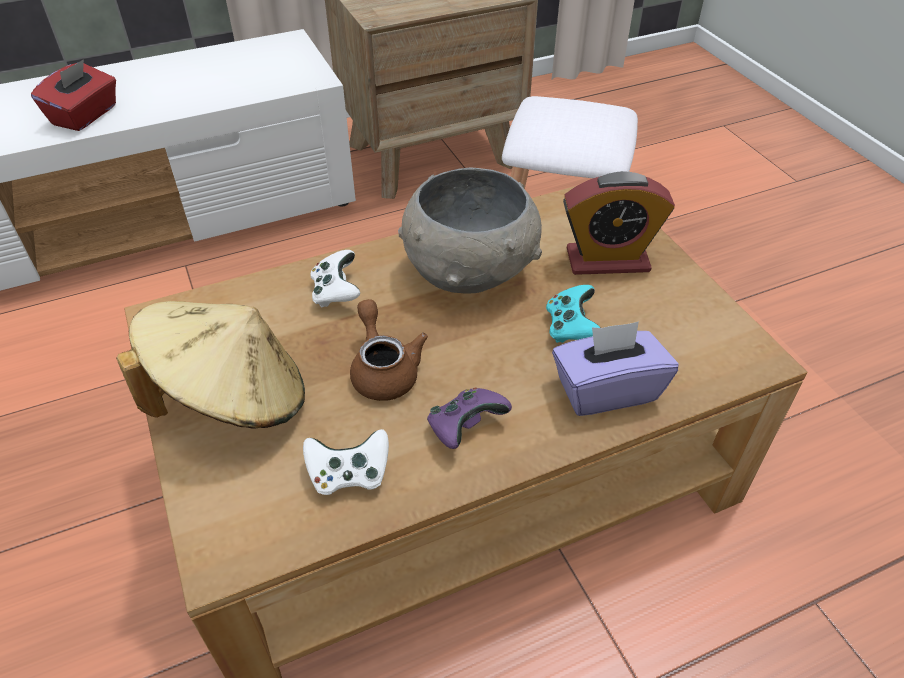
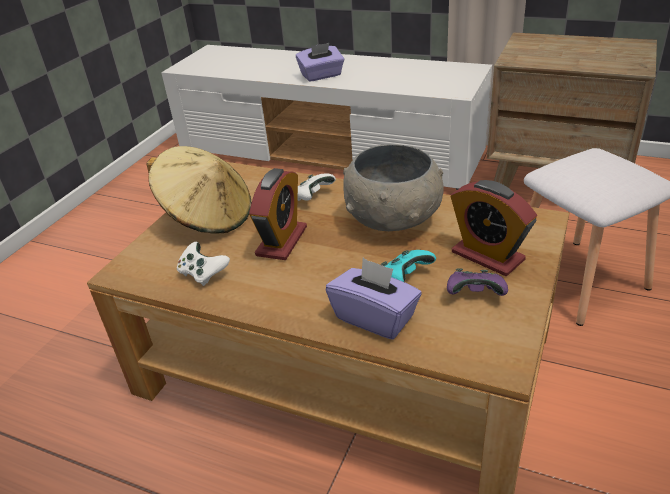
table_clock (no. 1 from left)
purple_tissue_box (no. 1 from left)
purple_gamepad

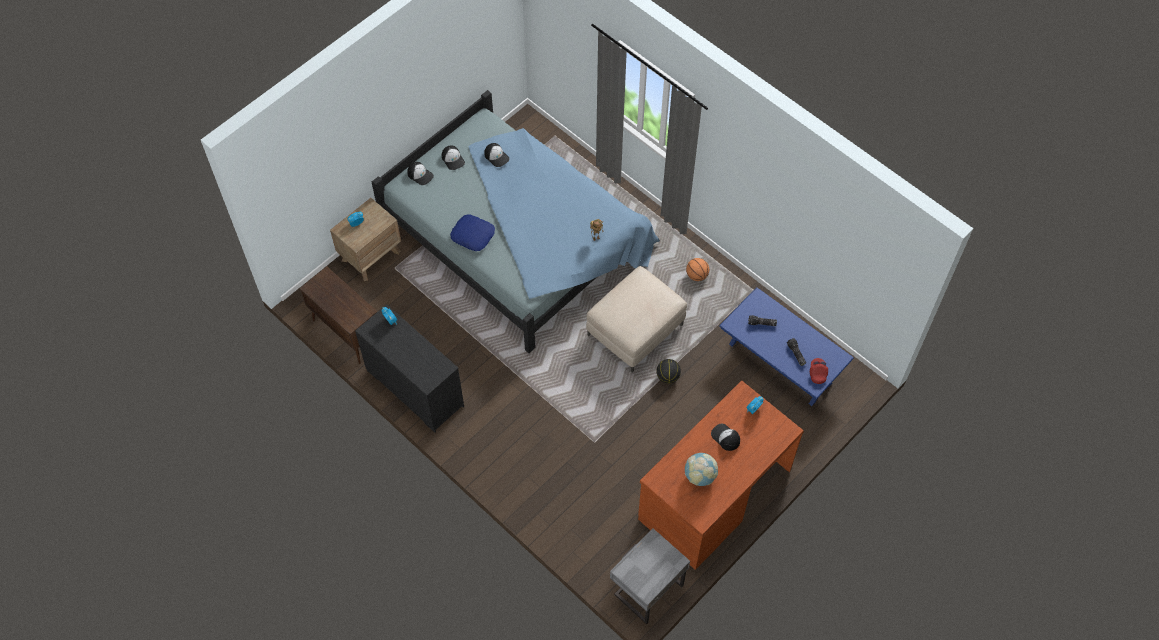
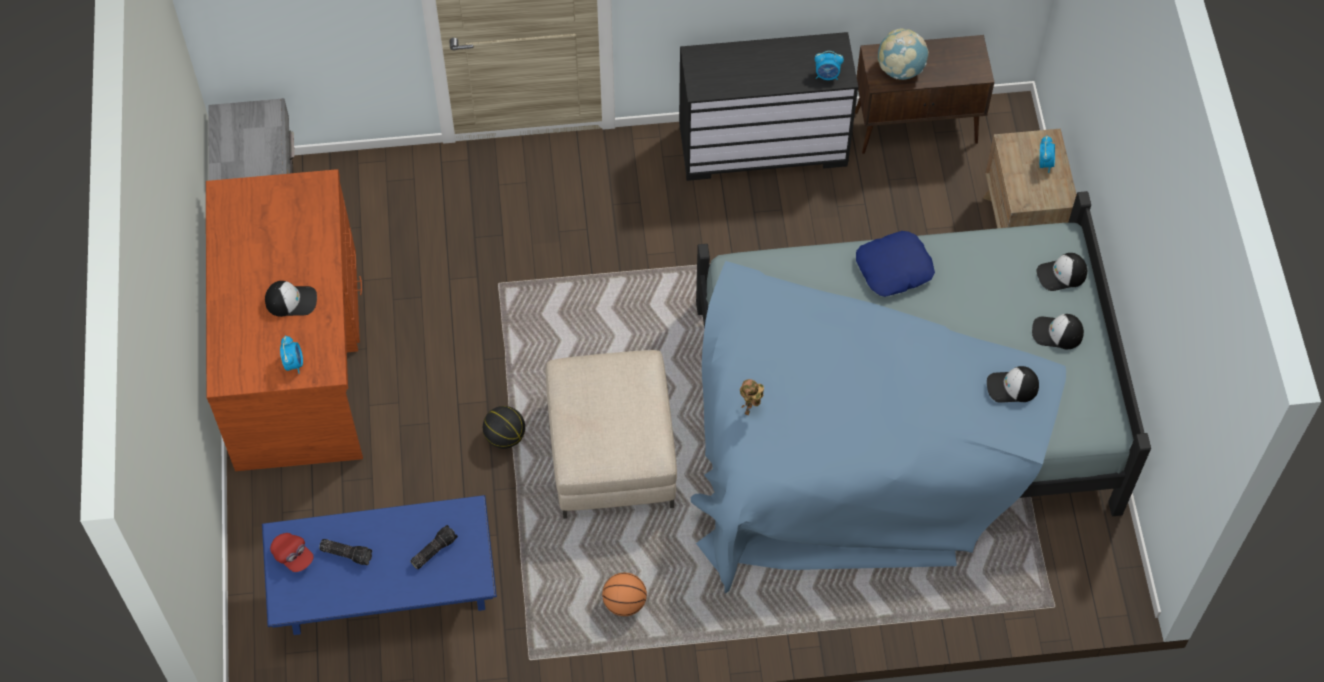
globe

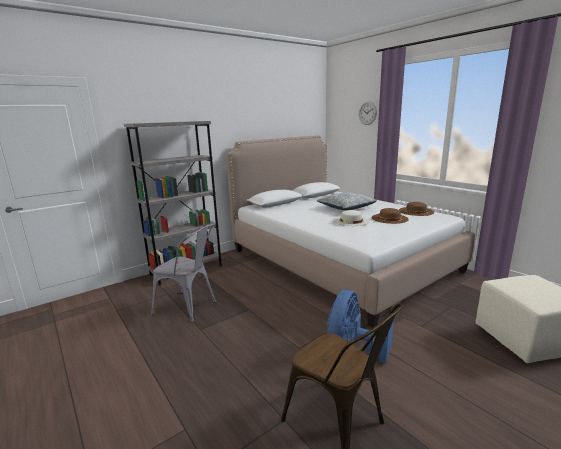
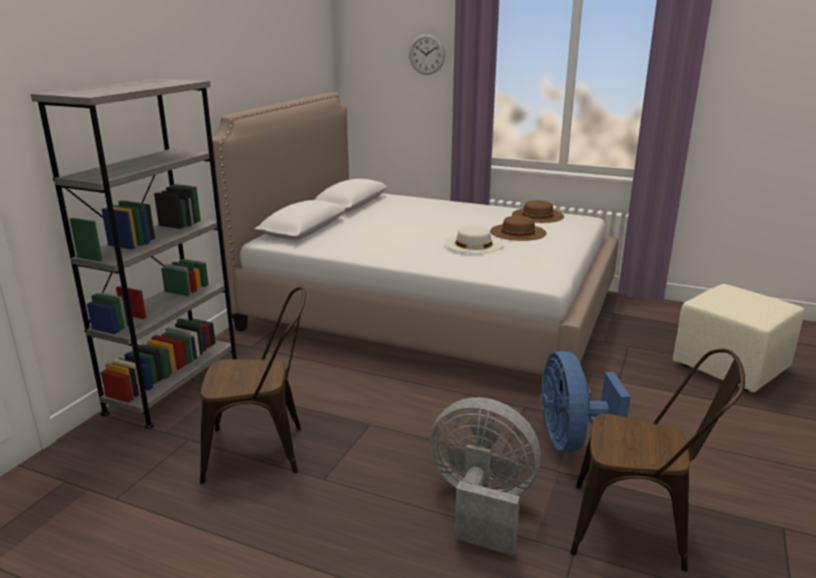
brown_chair (no. 1 from left)
grey_cooling_fan
pillow

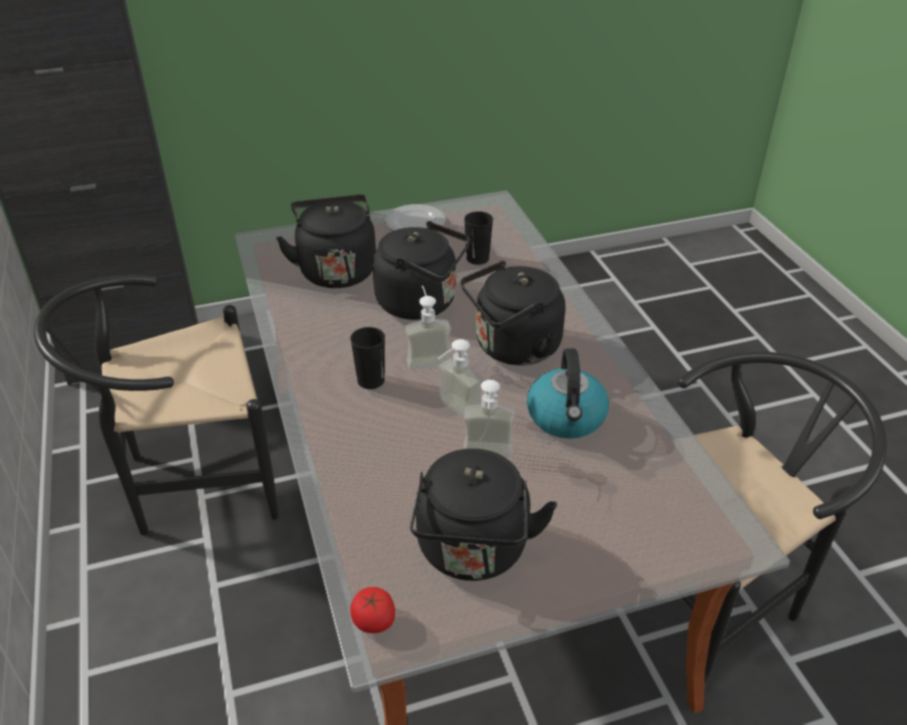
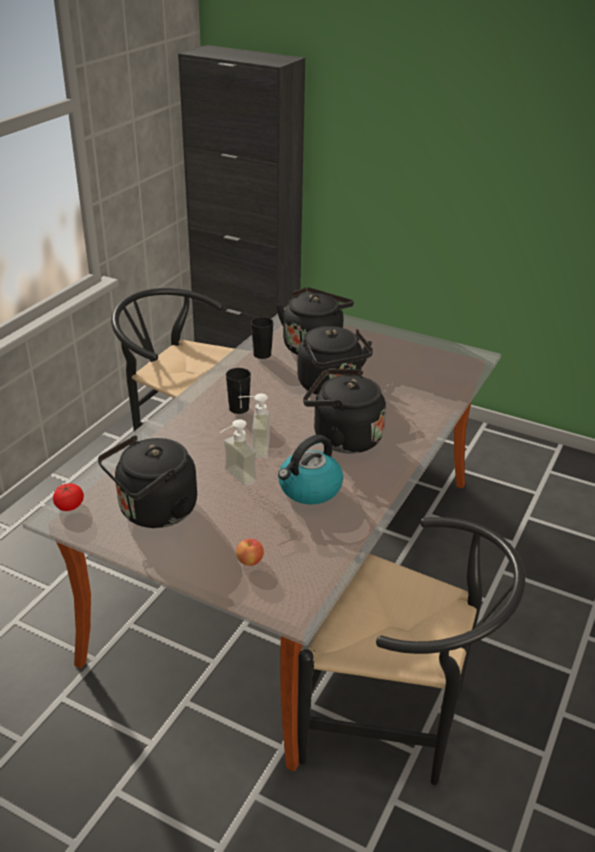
whole_apple
black-coloured_drinking_cup (no. 2 from left)
flat_dish
soap_bottle (no. 1 from left in the first image)

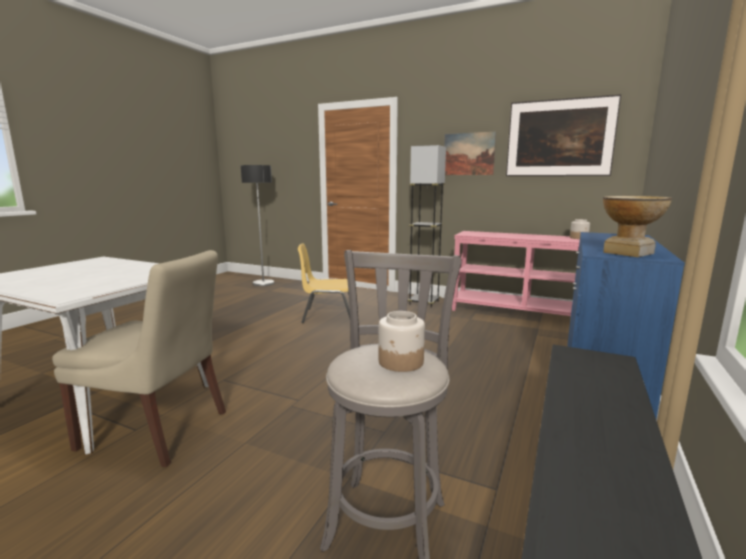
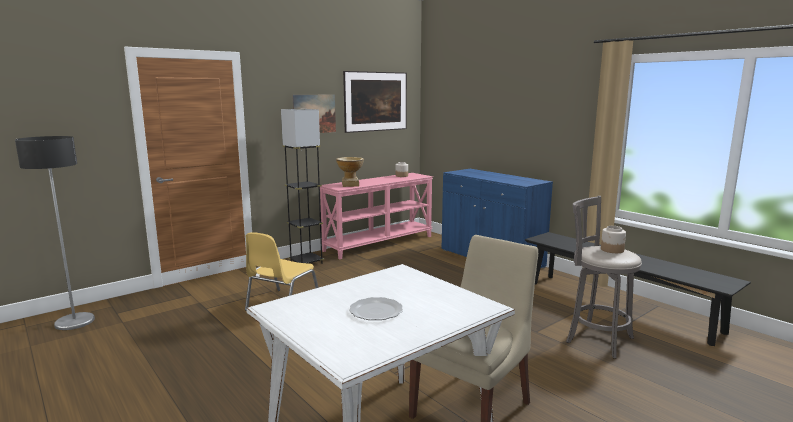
vase
flat_dish

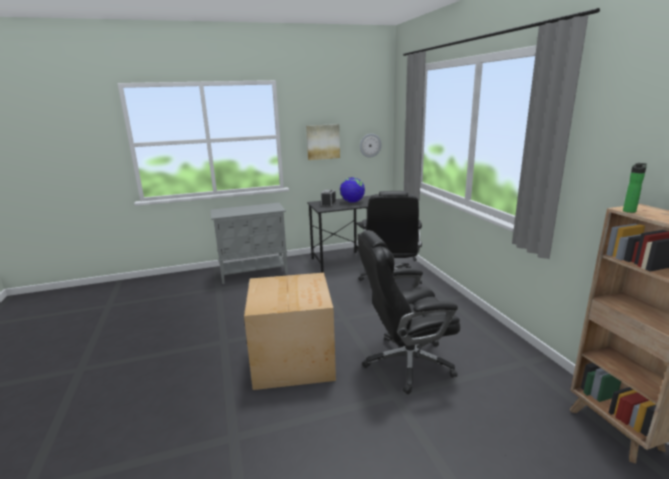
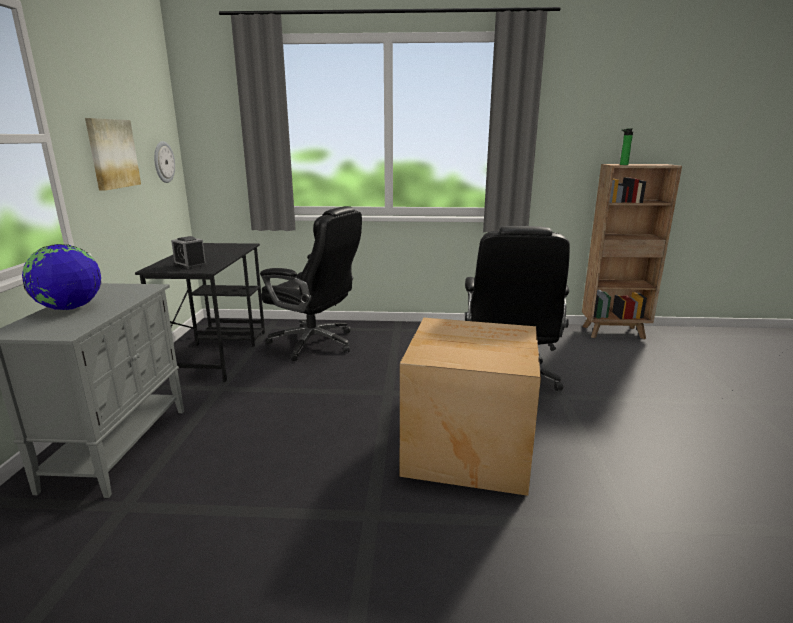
globe

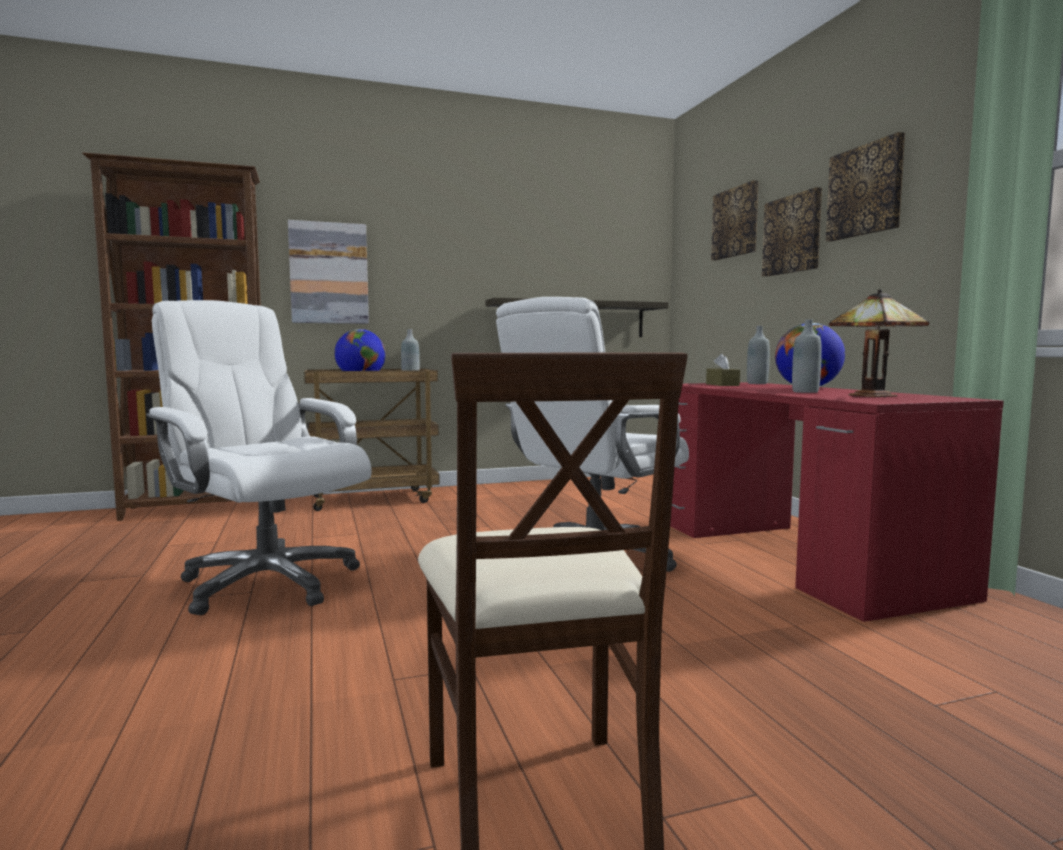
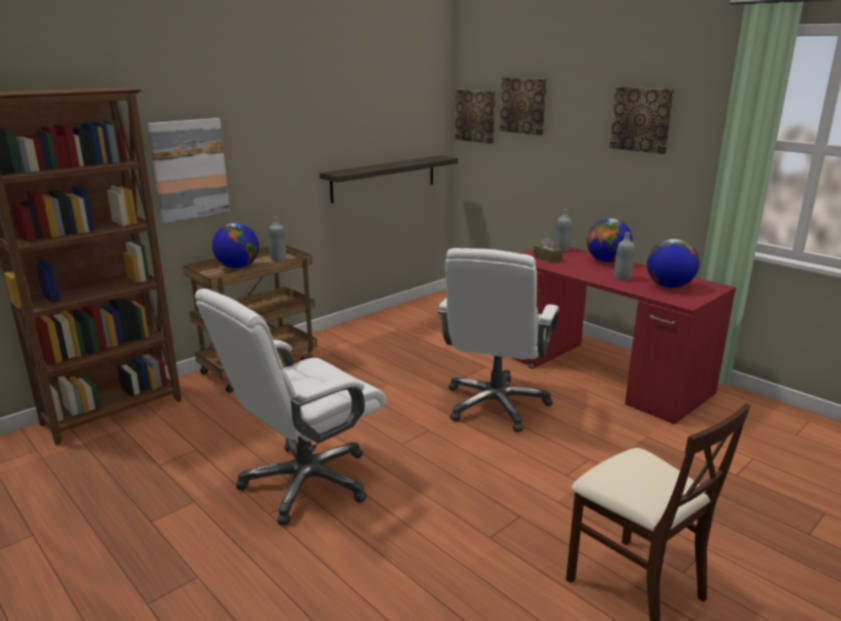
white_computer_chair (no. 1 from left)
picture (no. 2 from left)
globe (no. 3 from left)

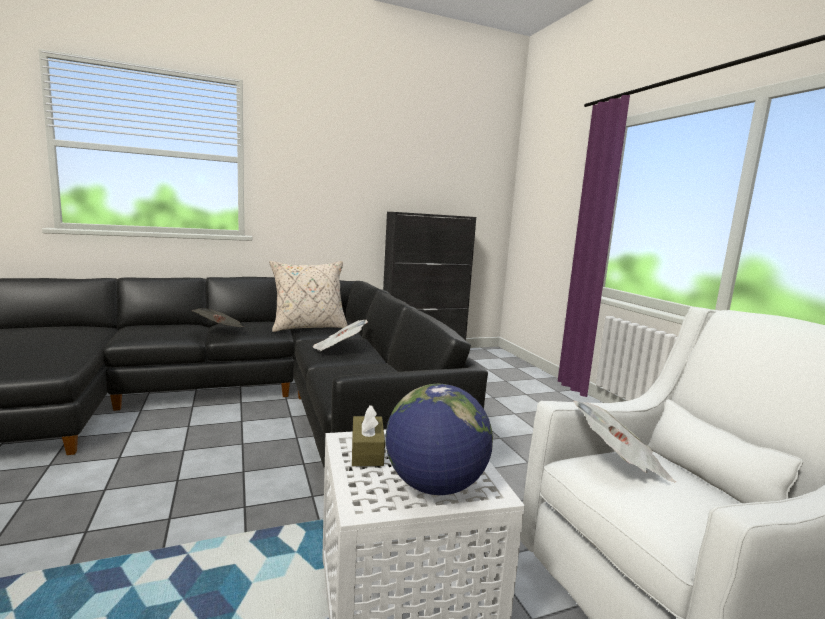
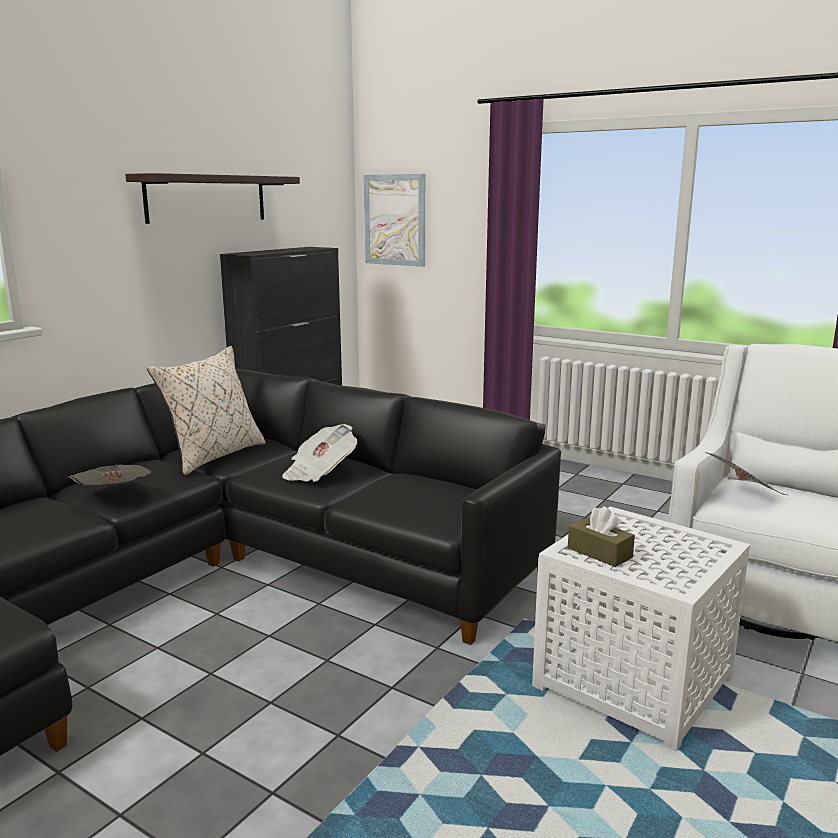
shelf
picture
globe

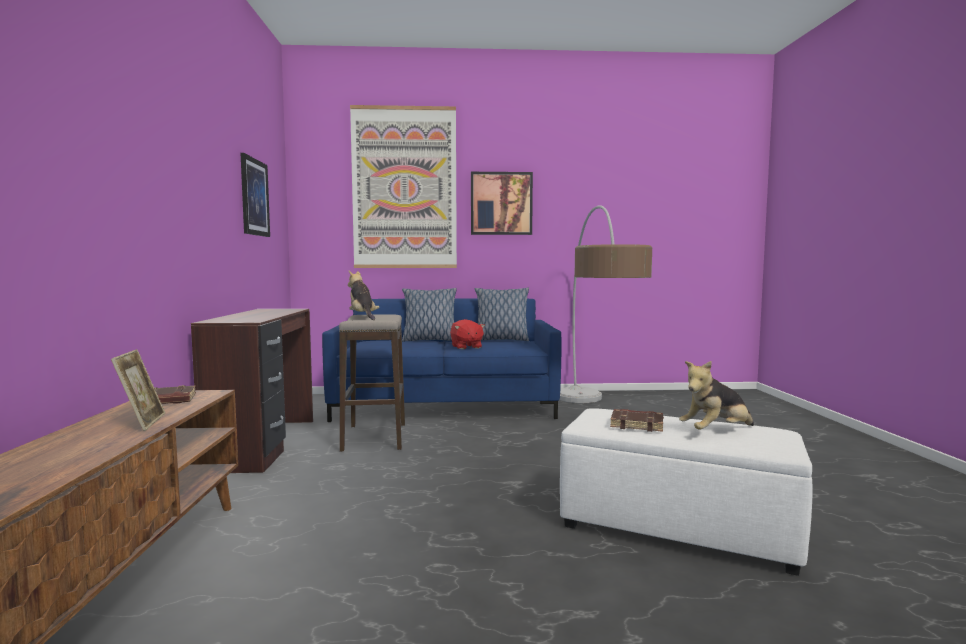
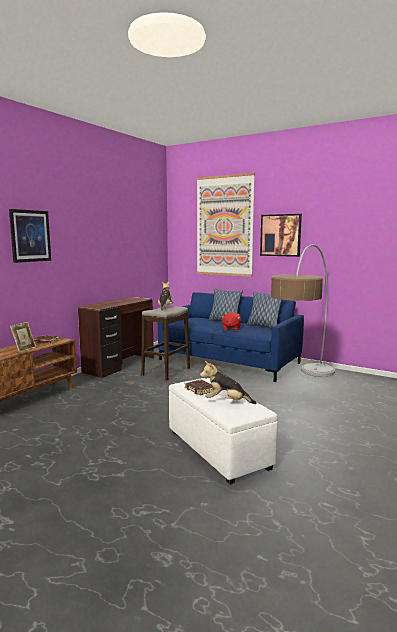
picture (no. 1 from left)

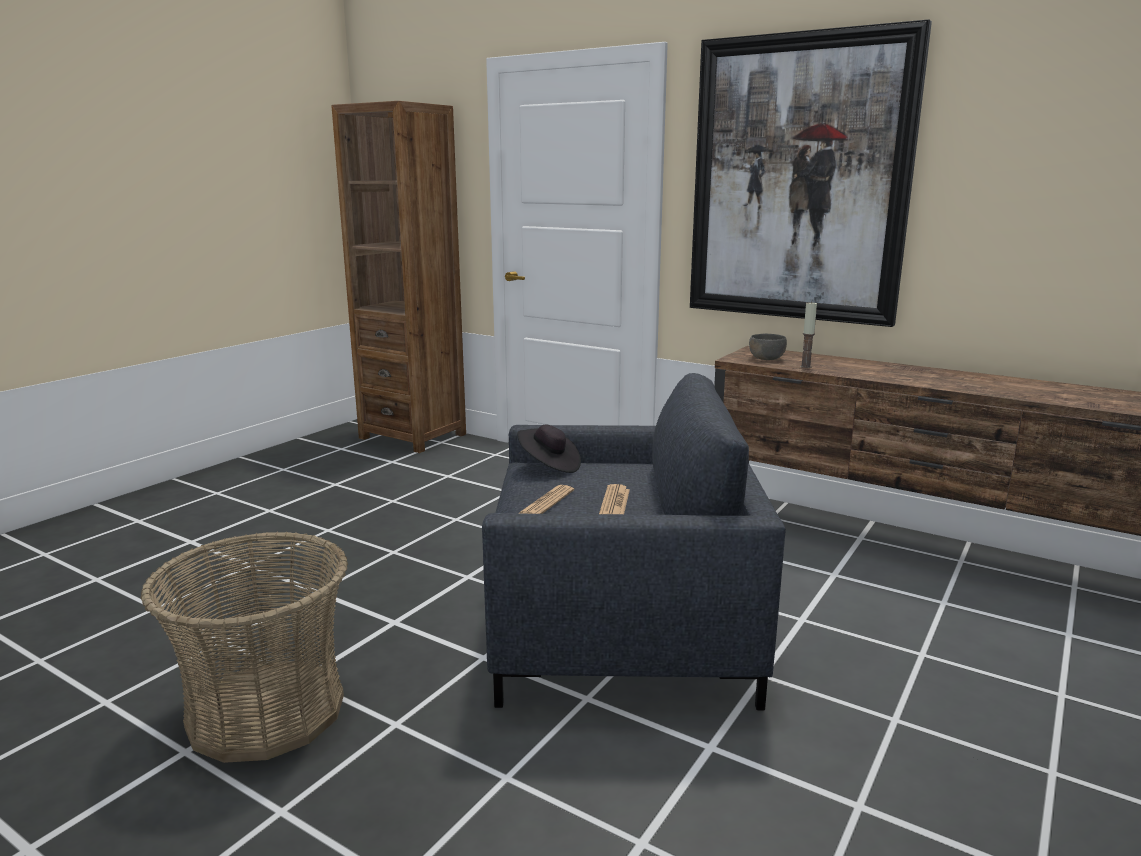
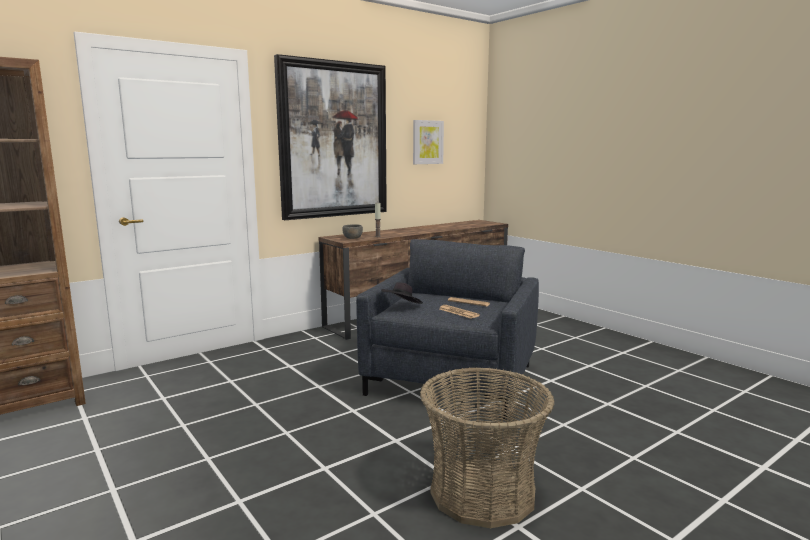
picture (no. 2 from left)

